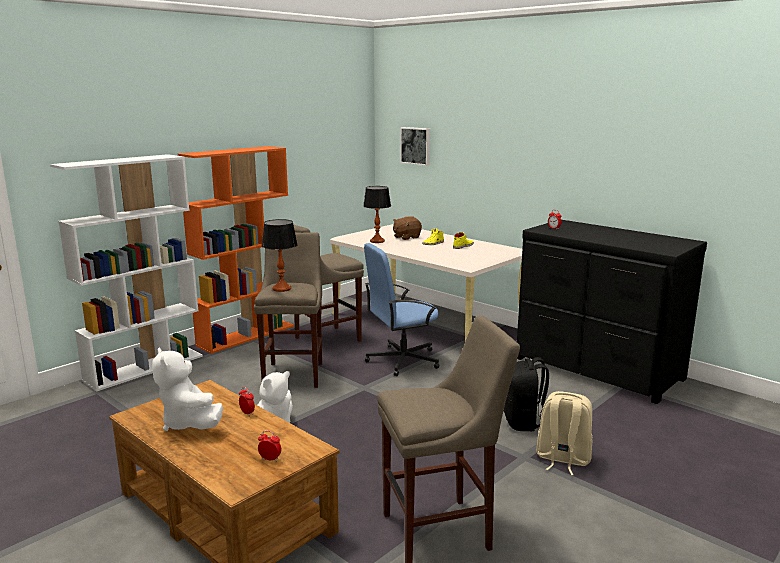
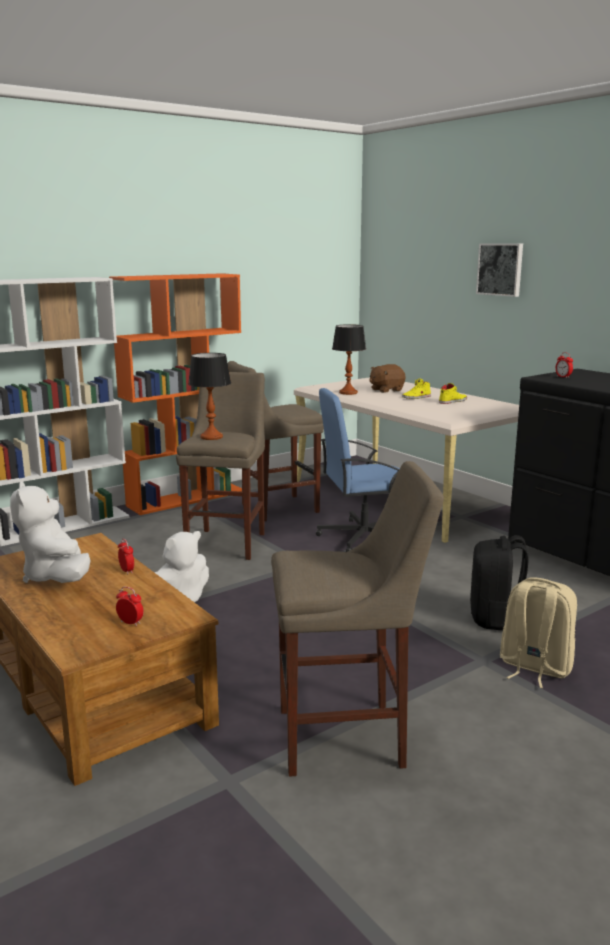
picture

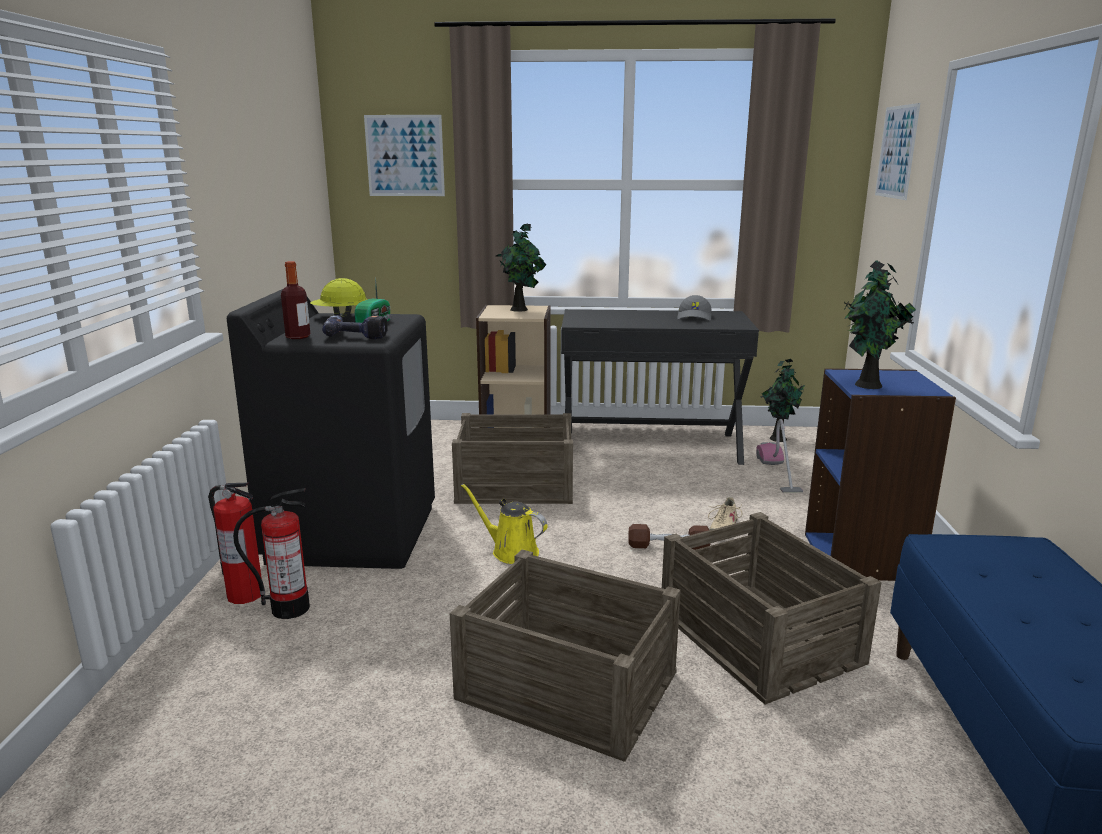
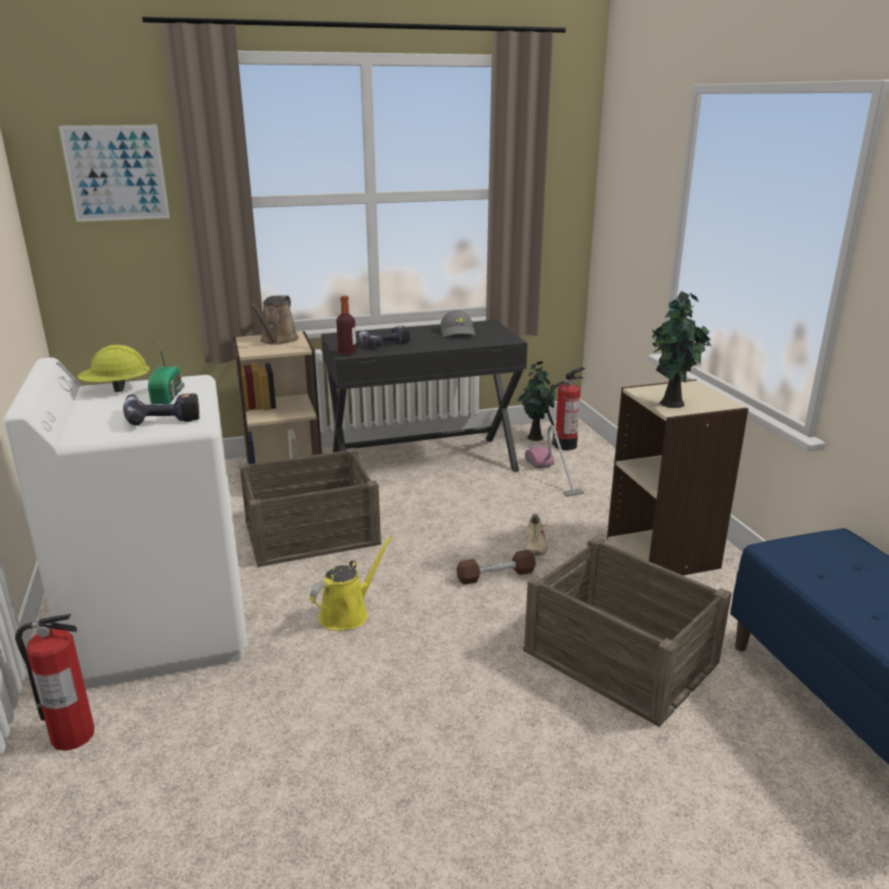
white_laundry_appliance
brown_watering_pot
yellow_watering_pot
drink_bottle
electric_drill (no. 2 from left)
fire_extinguisher (no. 2 from left)
beige_bookcase (no. 2 from left)
crate (no. 2 from left in the first image)
picture (no. 2 from left in the first image)

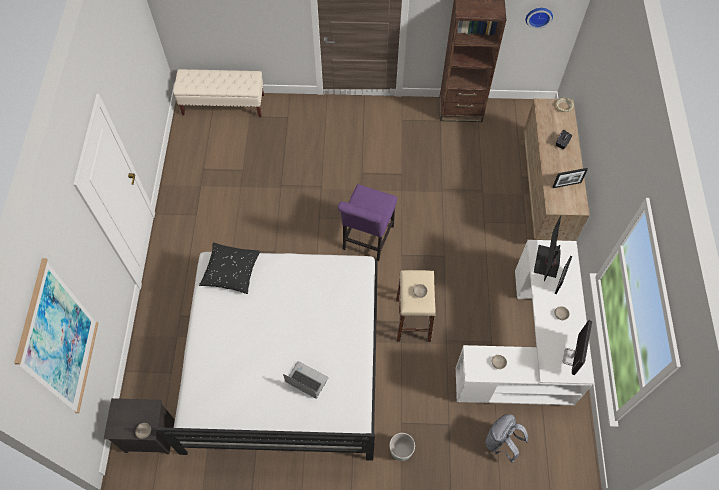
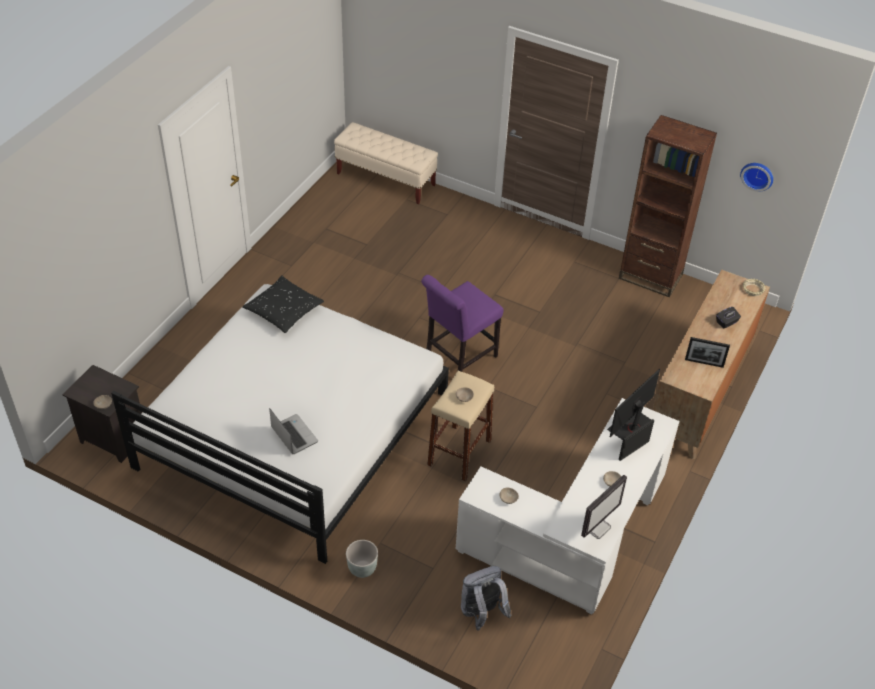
picture

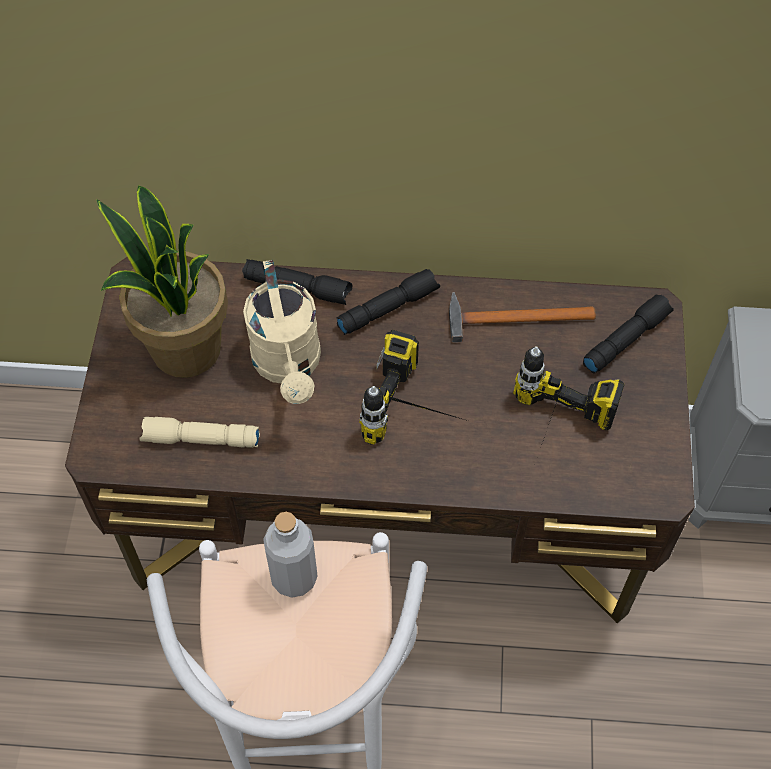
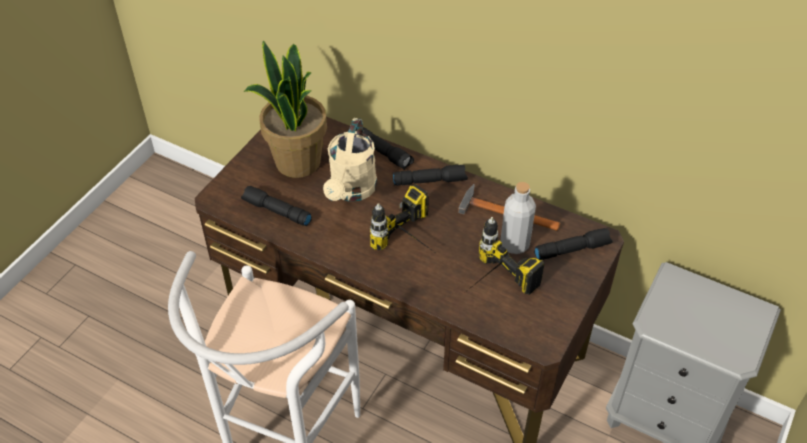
black-coloured_flashlight (no. 1 from left)
grey_drink_bottle

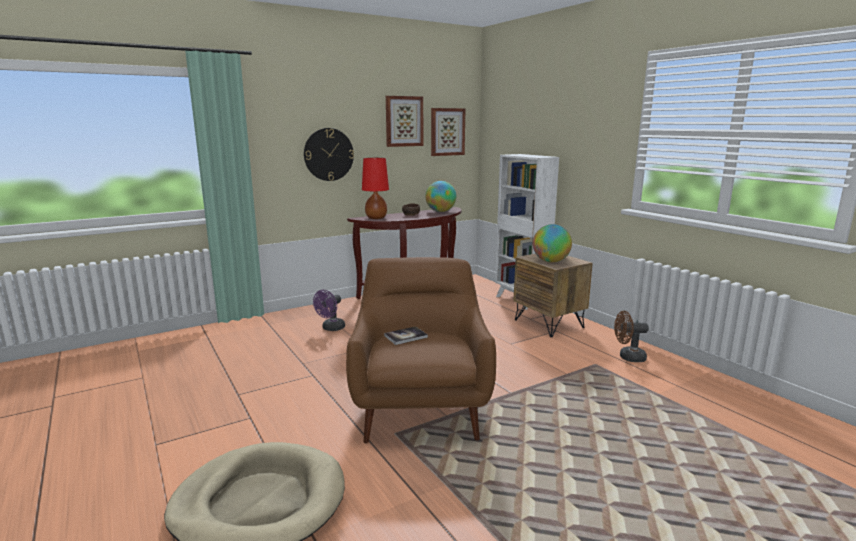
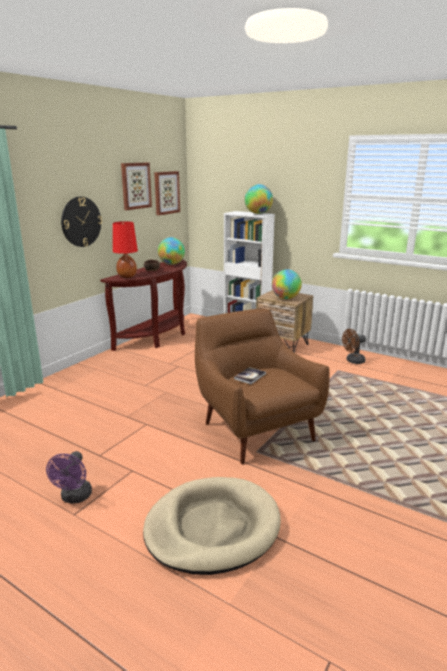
purple_cooling_fan
globe (no. 2 from left)

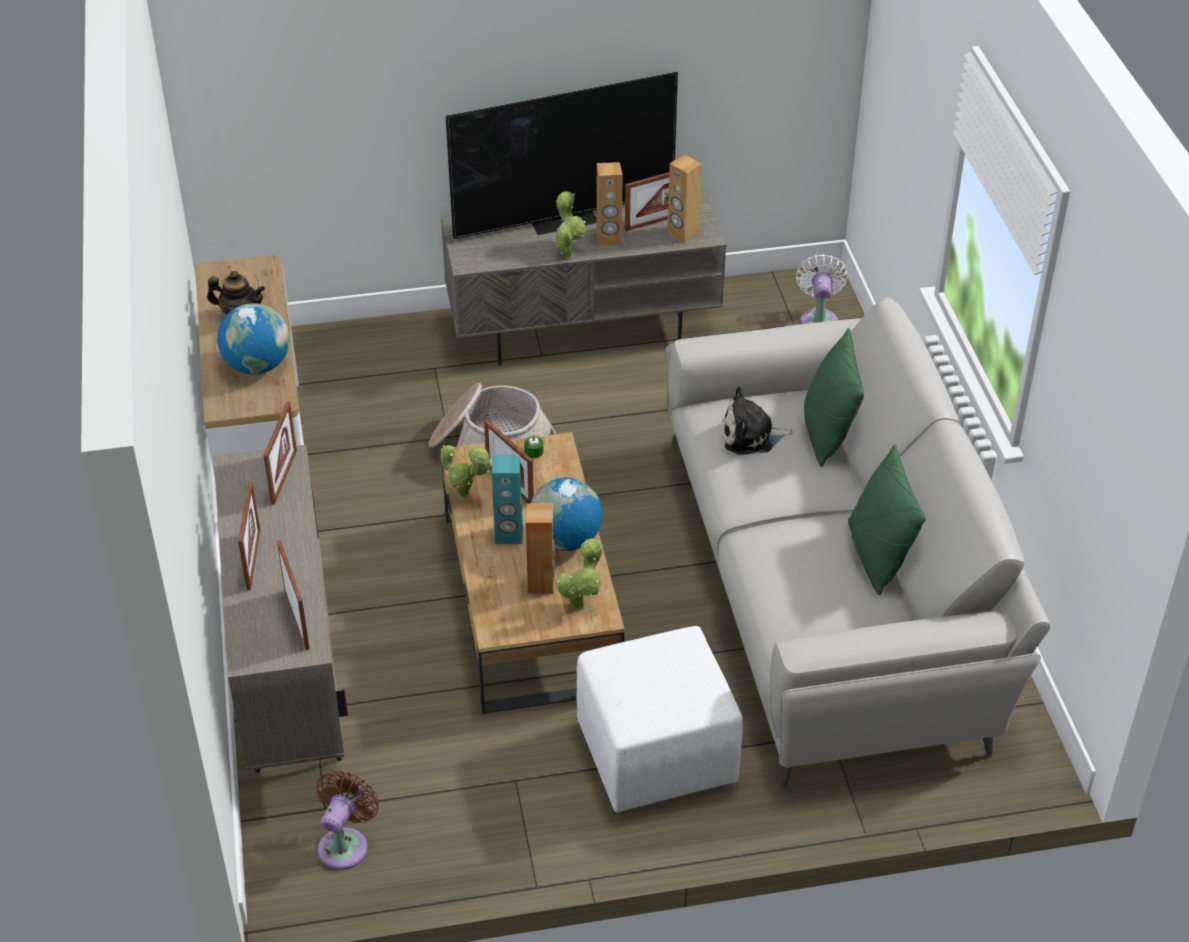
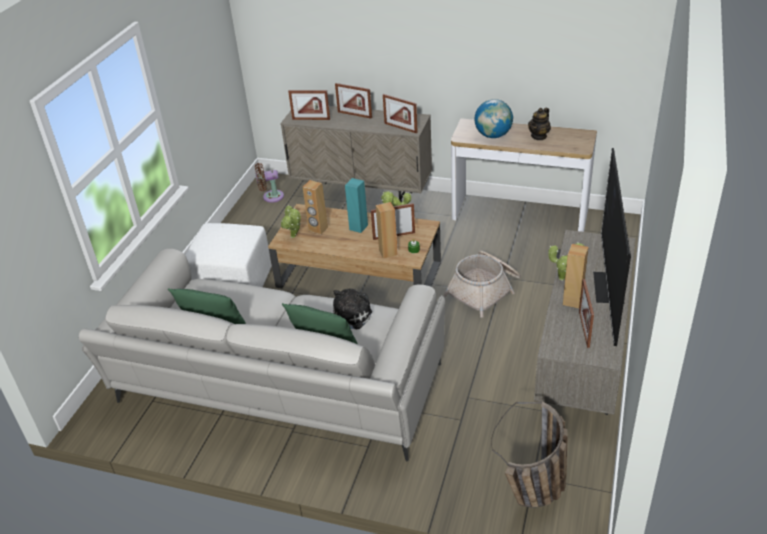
brown_cooling_fan
brown_speaker (no. 2 from left)
storage_basket (no. 2 from left)
globe (no. 2 from left in the first image)

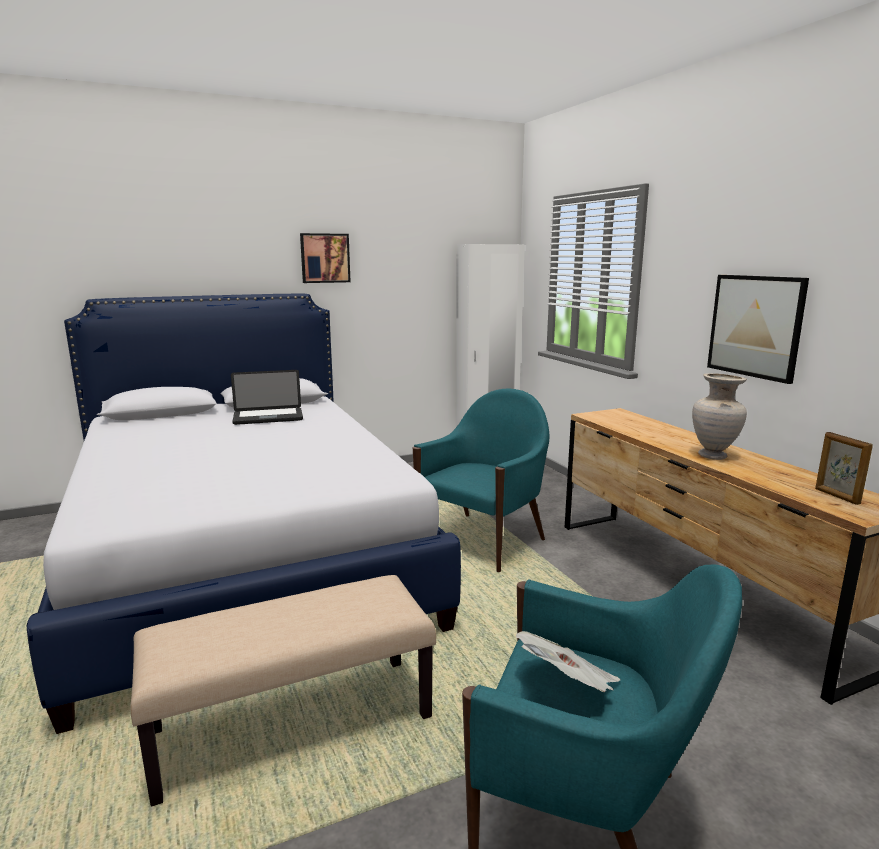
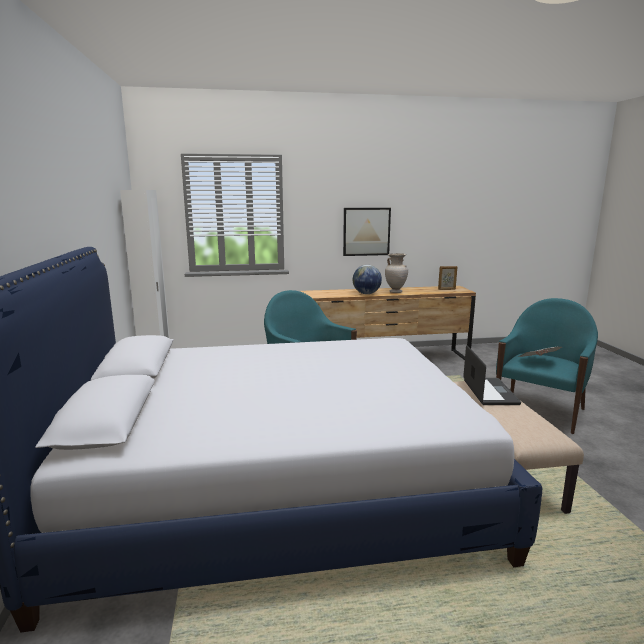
globe
laptop
picture (no. 1 from left in the first image)

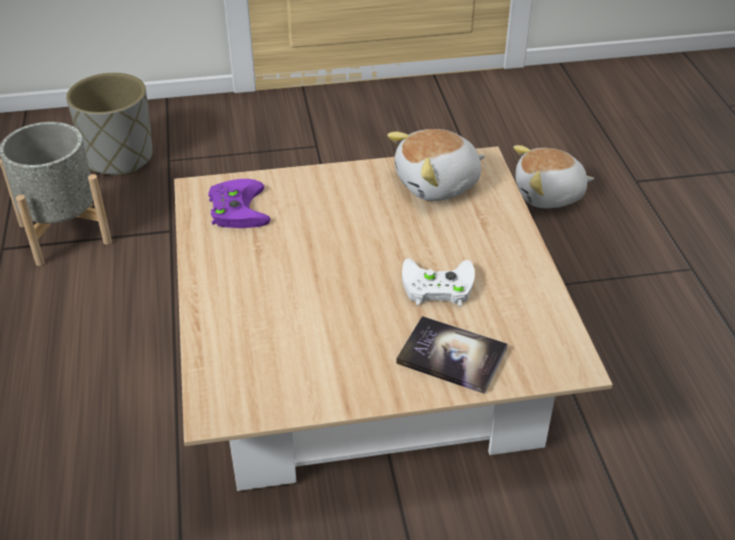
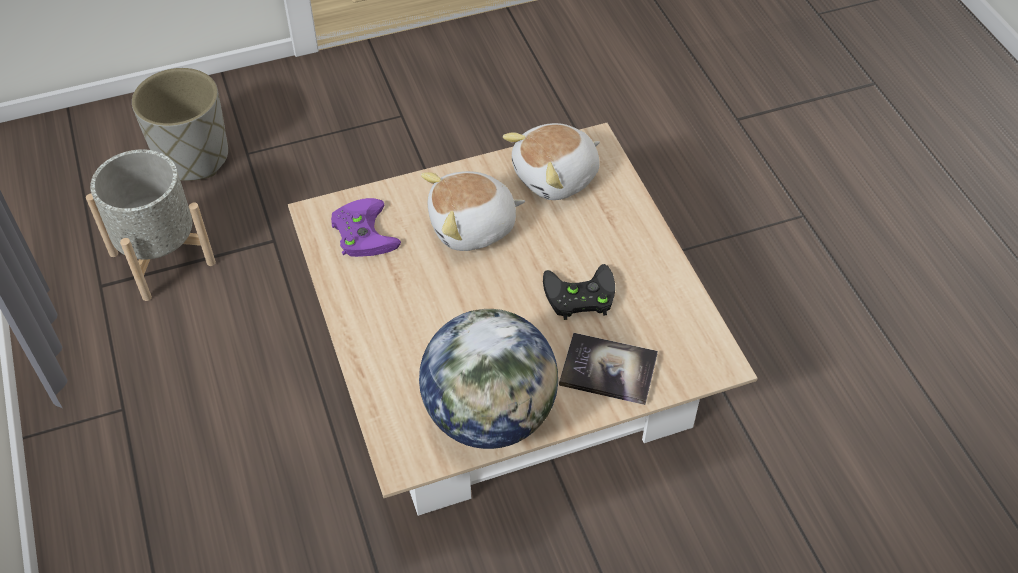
globe
soft_toy (no. 1 from left)
black-coloured_gamepad

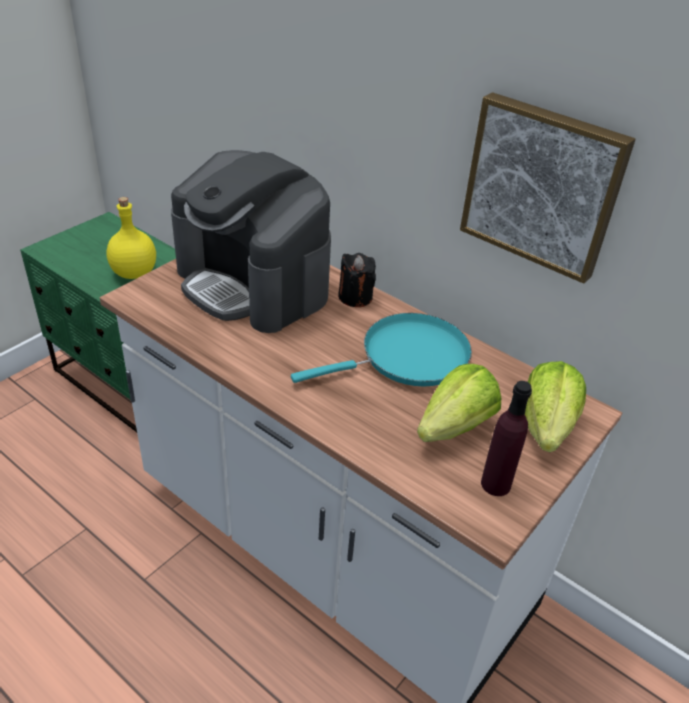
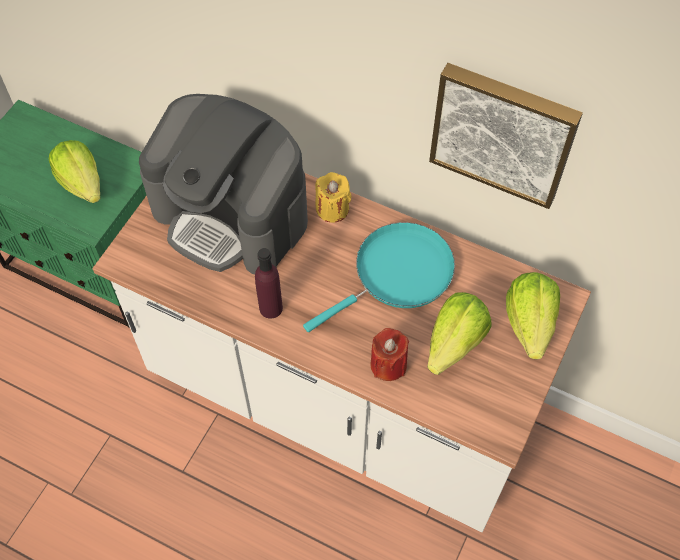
lettuce_head (no. 1 from left)
purple_drink_bottle
yellow_candle
red_candle

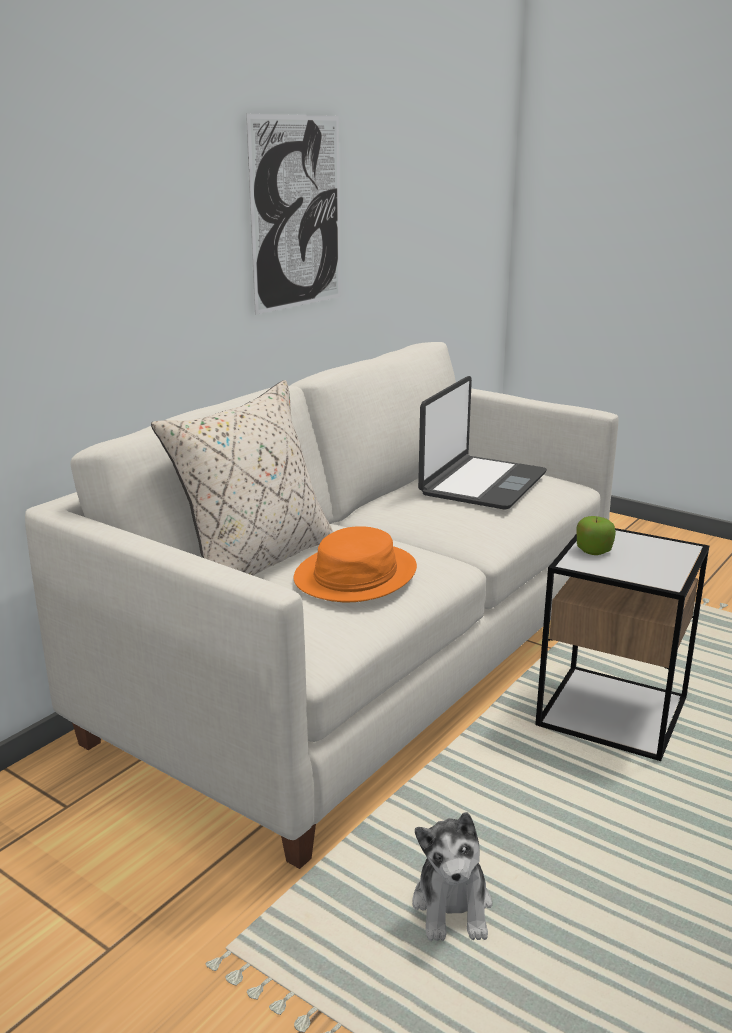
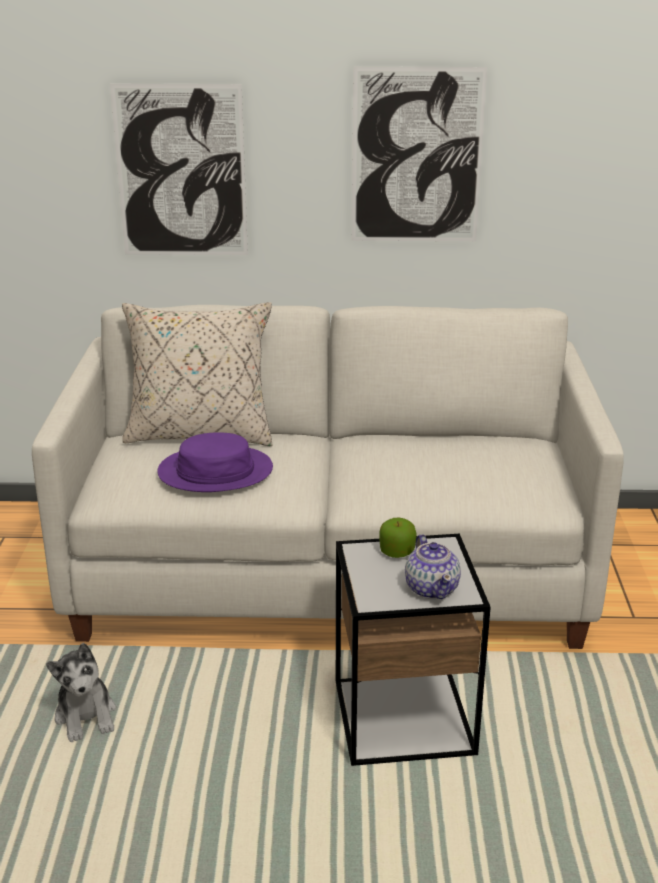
soft_toy
picture (no. 1 from left)
purple_wearable_hat
teapot
laptop

